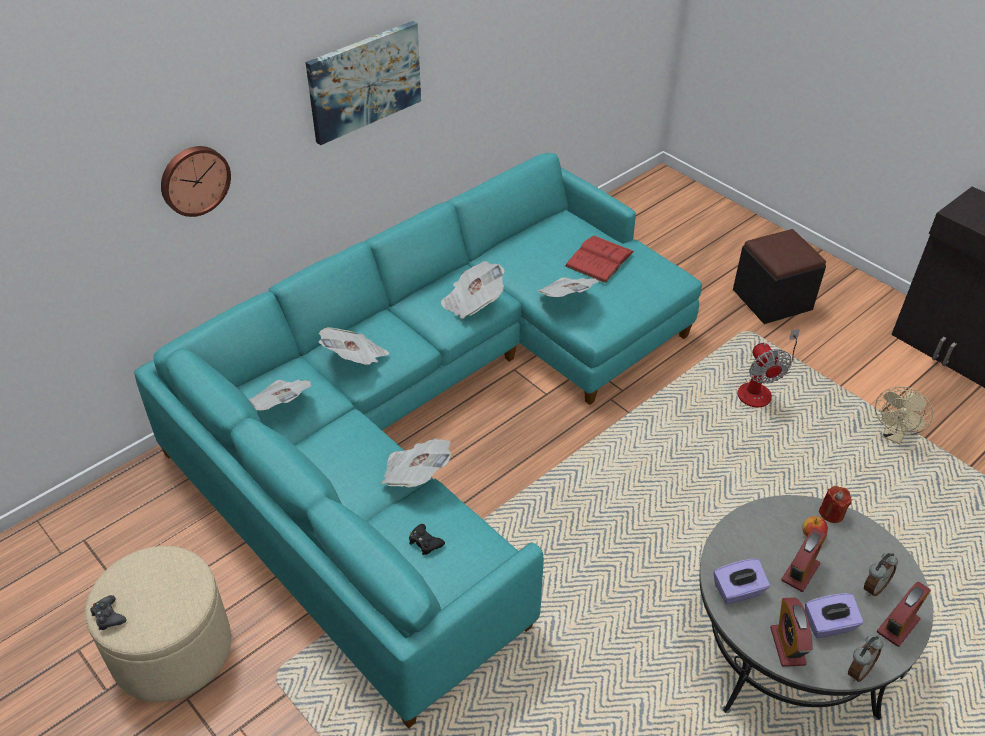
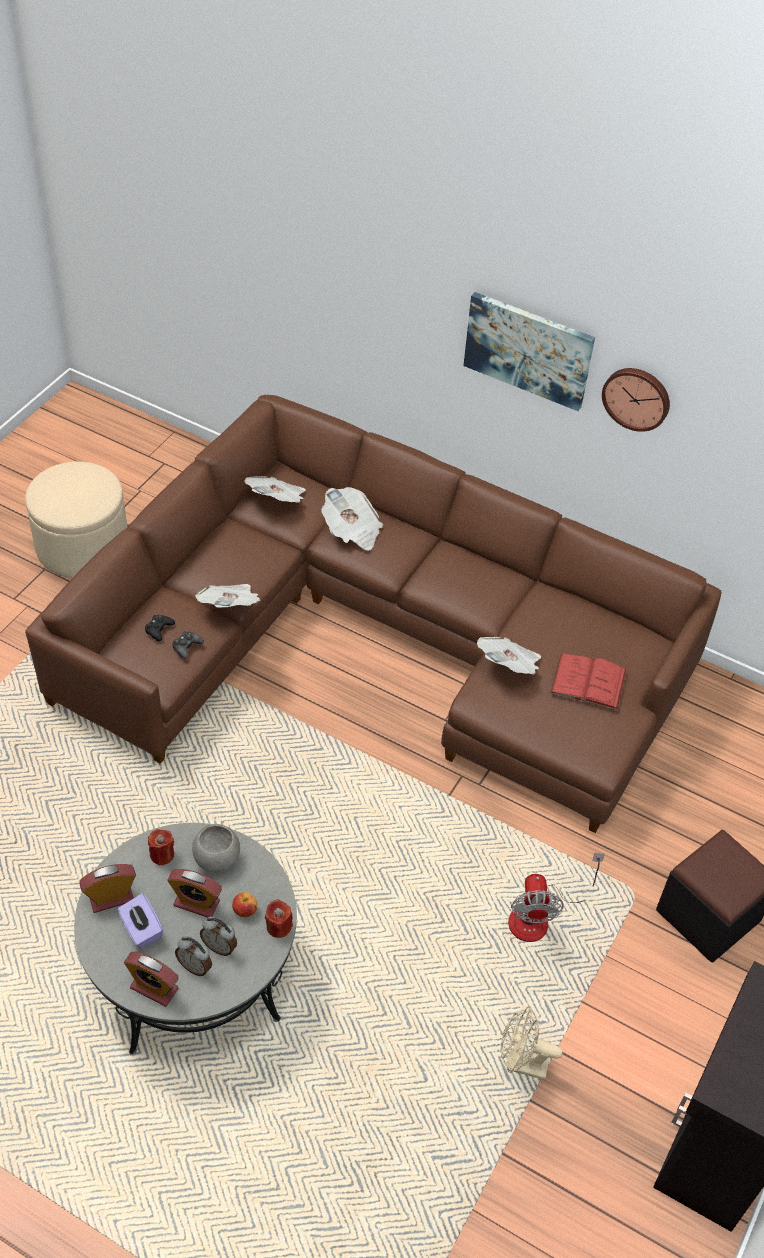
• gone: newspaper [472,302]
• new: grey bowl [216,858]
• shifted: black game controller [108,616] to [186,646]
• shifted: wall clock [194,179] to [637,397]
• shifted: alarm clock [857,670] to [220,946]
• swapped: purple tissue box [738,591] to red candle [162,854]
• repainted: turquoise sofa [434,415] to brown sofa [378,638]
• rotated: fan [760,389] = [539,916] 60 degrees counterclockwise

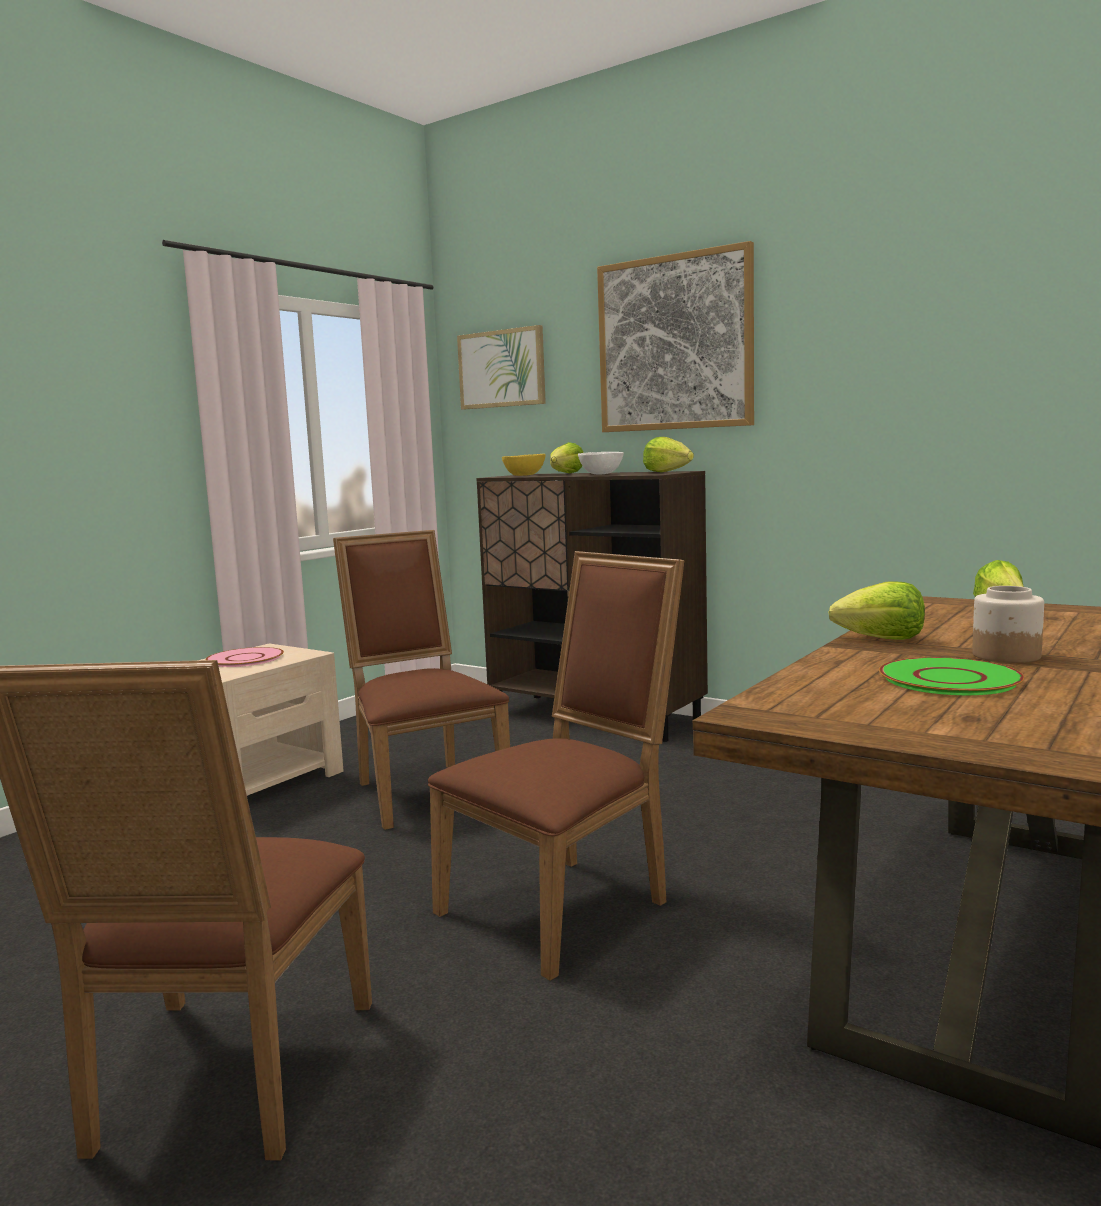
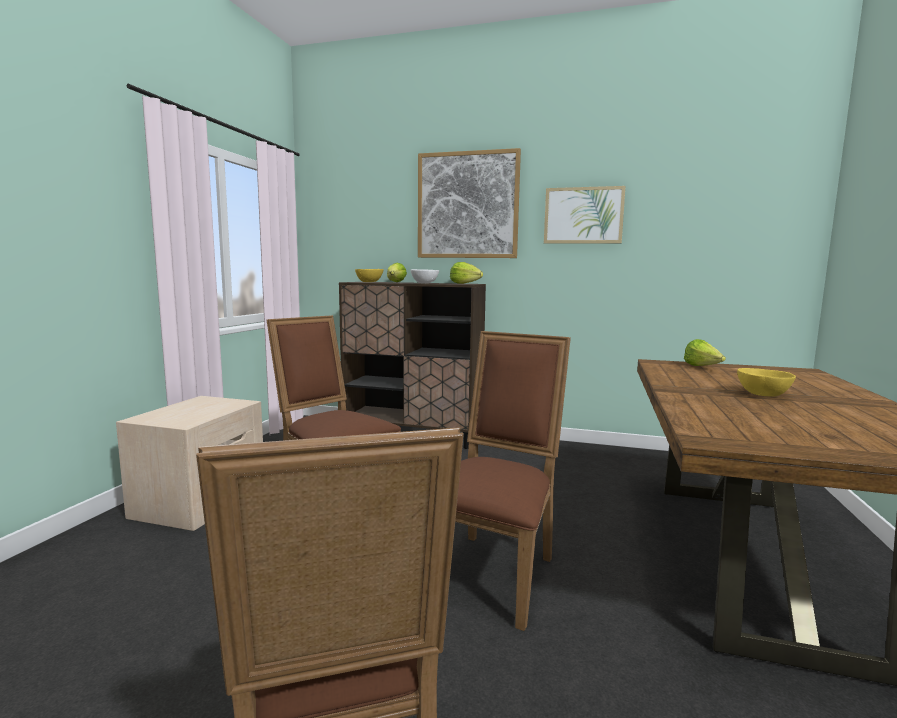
• gone: pink plate [245,659]
• gone: lettuce [881,639]
• gone: green plate [949,679]
• shifted: picture [502,369] to [583,215]
• swapped: jar [1005,655] to yellow bowl [761,394]

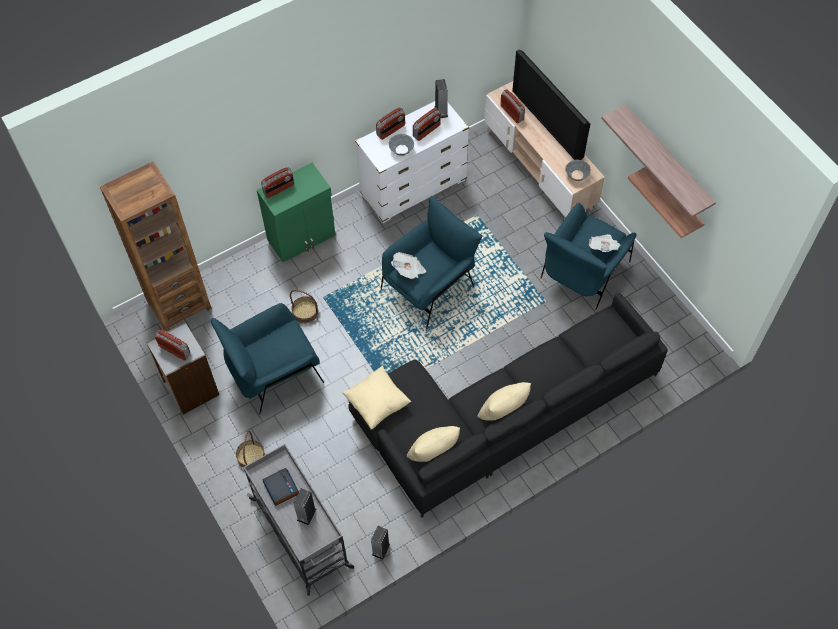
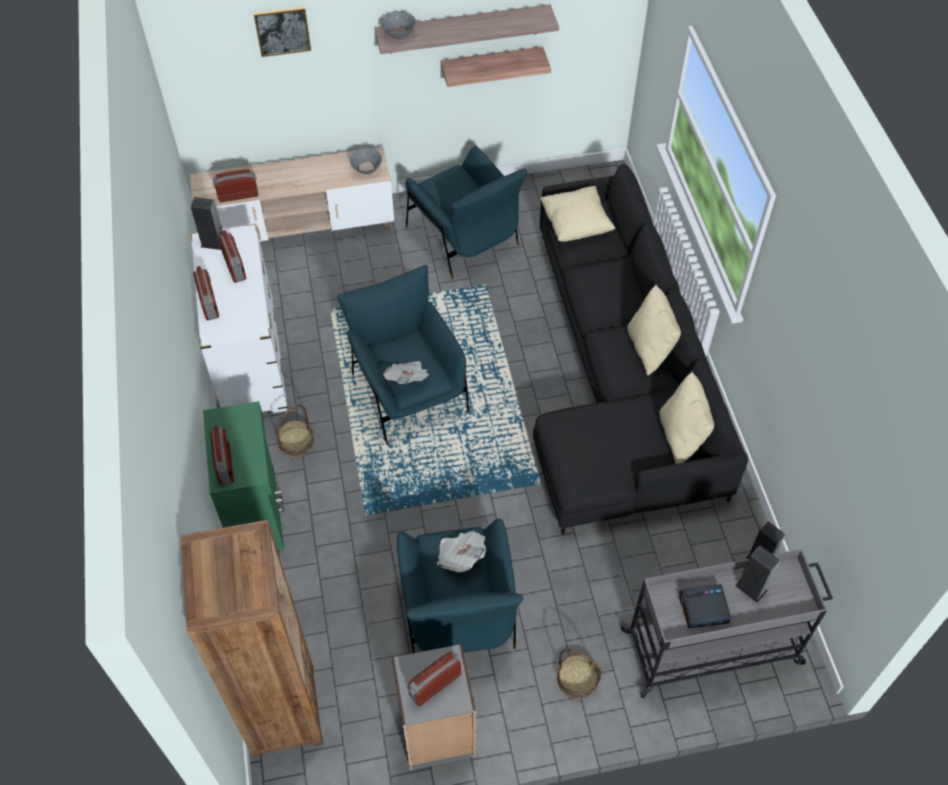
• gone: television [549,123]
• new: picture [282,31]
• shifted: basket [305,312] to [296,441]
• shifted: beige pillow [377,403] to [575,225]
• shifted: grey bowl [401,150] to [398,33]
• shifted: newspaper [603,247] to [460,556]

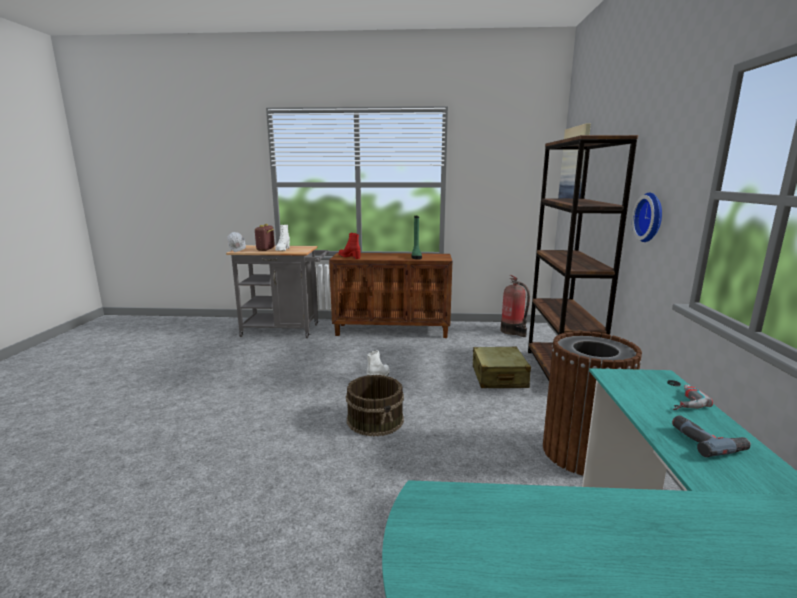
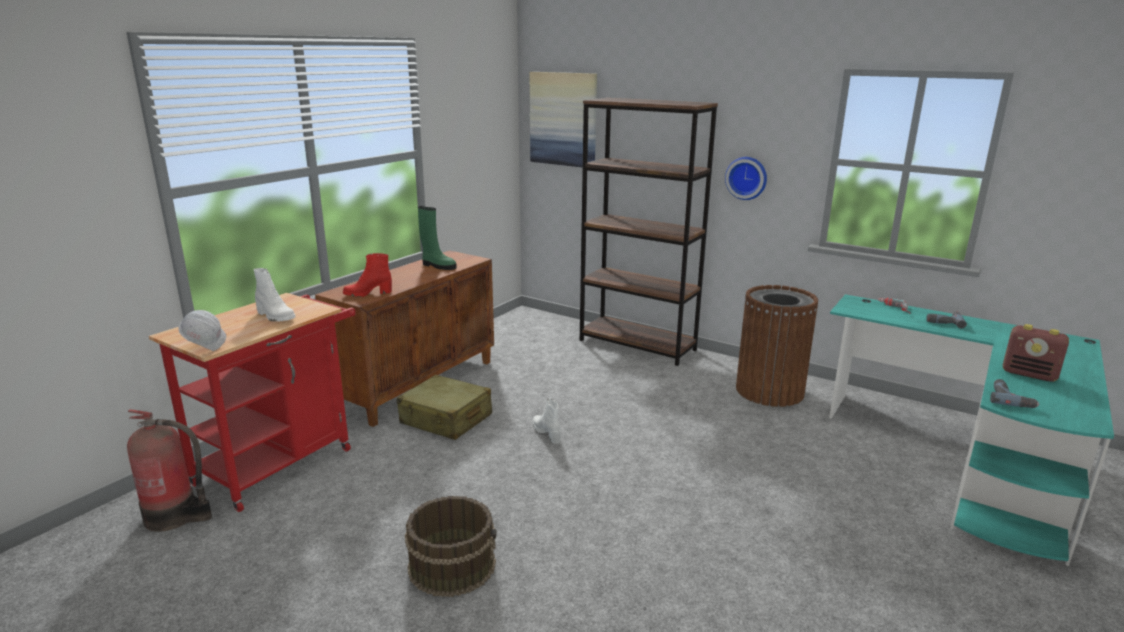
• new: power drill [1010,399]
• shifted: radio [265,249] to [1029,374]
• shifted: brown bucket [376,420] to [452,565]
• shifted: beige suitcase [499,377] to [446,419]
• shifted: fire extinguisher [513,331] to [175,516]
• repainted: grey cart [285,330] to red cart [282,462]

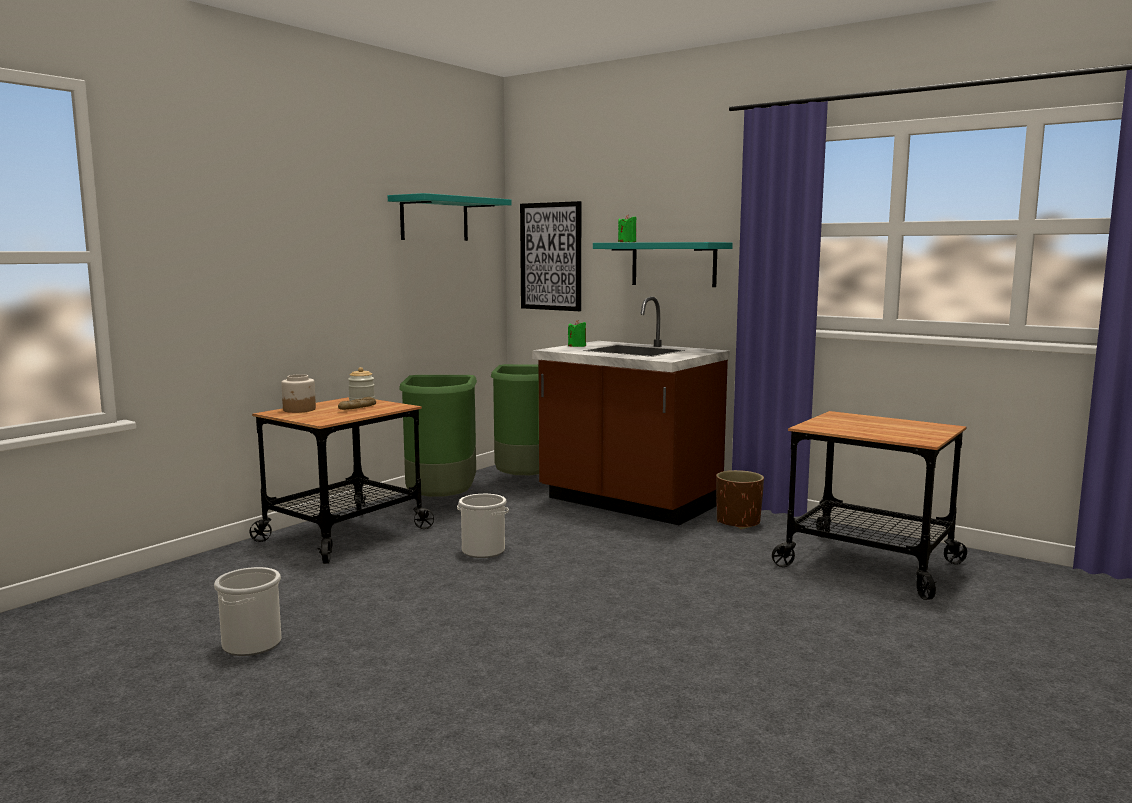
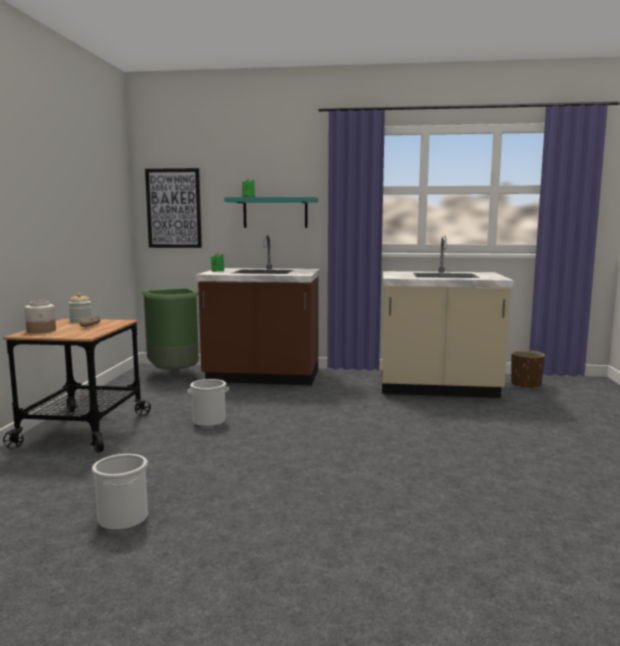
• gone: turquoise shelf [434,219]
• gone: green trash can [441,503]
• shifted: brown planter [737,522] to [525,385]
• swapped: cart [869,564] to beige counter [438,388]

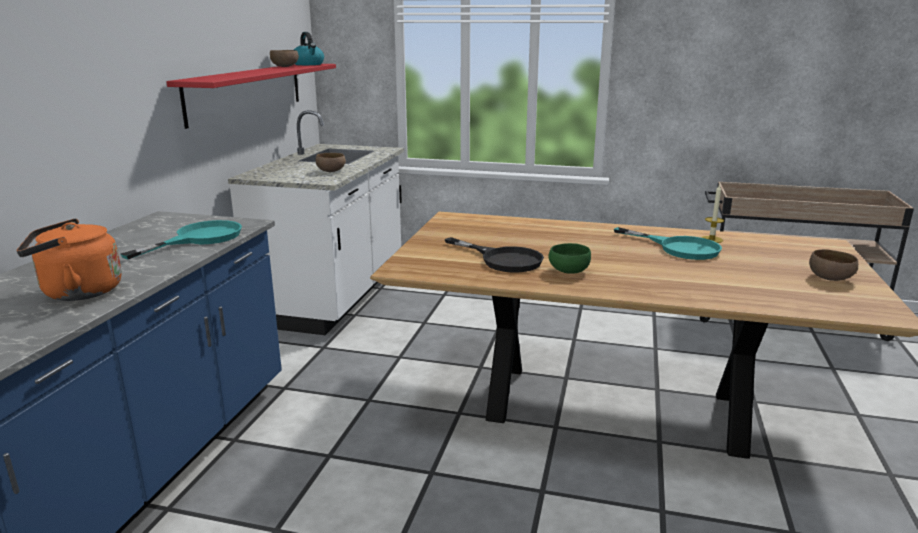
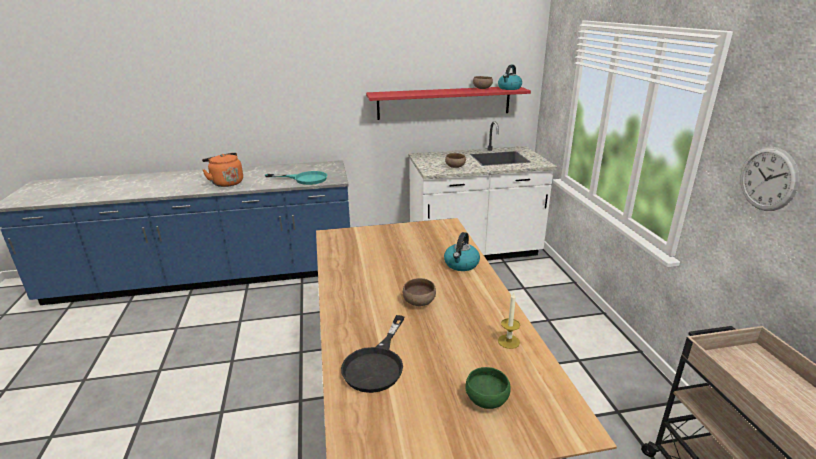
• gone: turquoise frying pan [679,248]
• new: kettle [461,264]
• new: wall clock [768,179]
• shifted: black frying pan [503,259] to [377,364]
• shifted: green bowl [568,271] to [485,399]
• shifted: brown bowl [831,278] to [419,302]

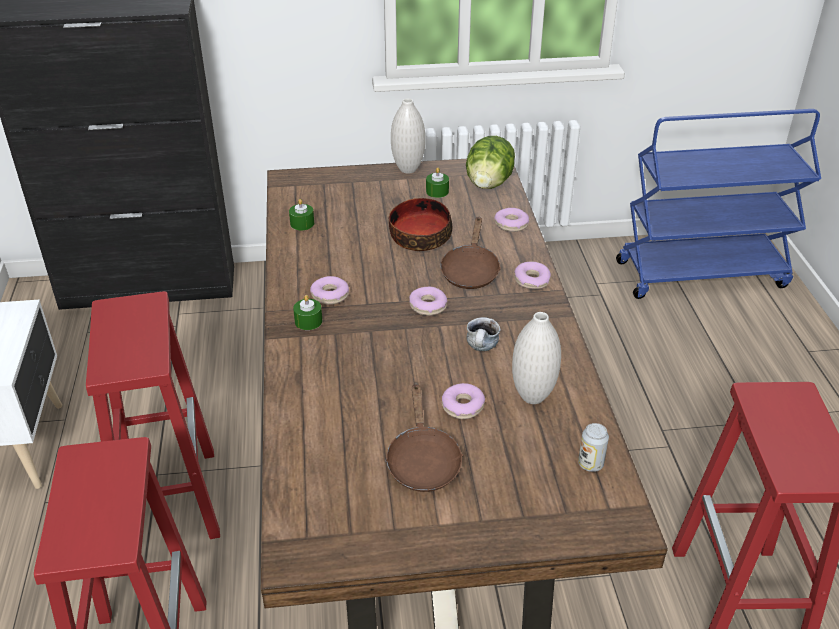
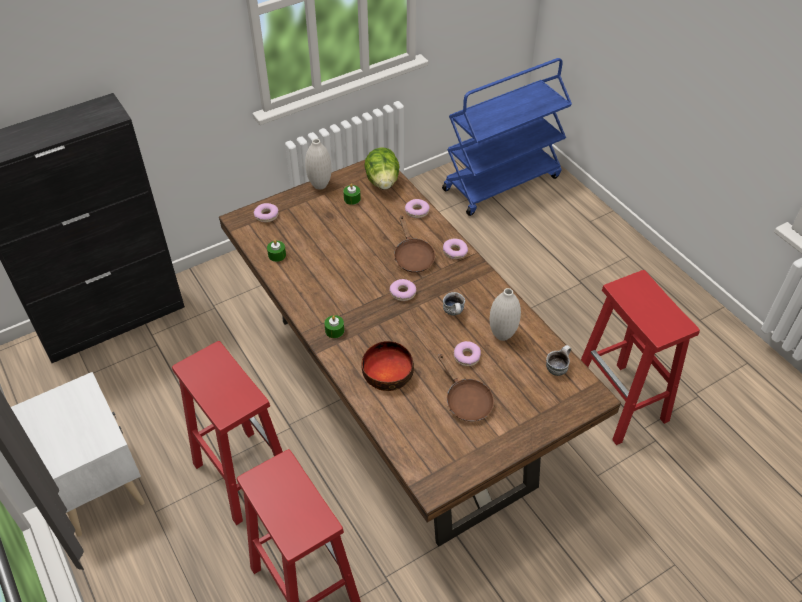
• shifted: donut [330,295] to [266,215]
• shifted: bowl [419,236] to [387,373]
• swapped: can [590,464] to mug [557,367]

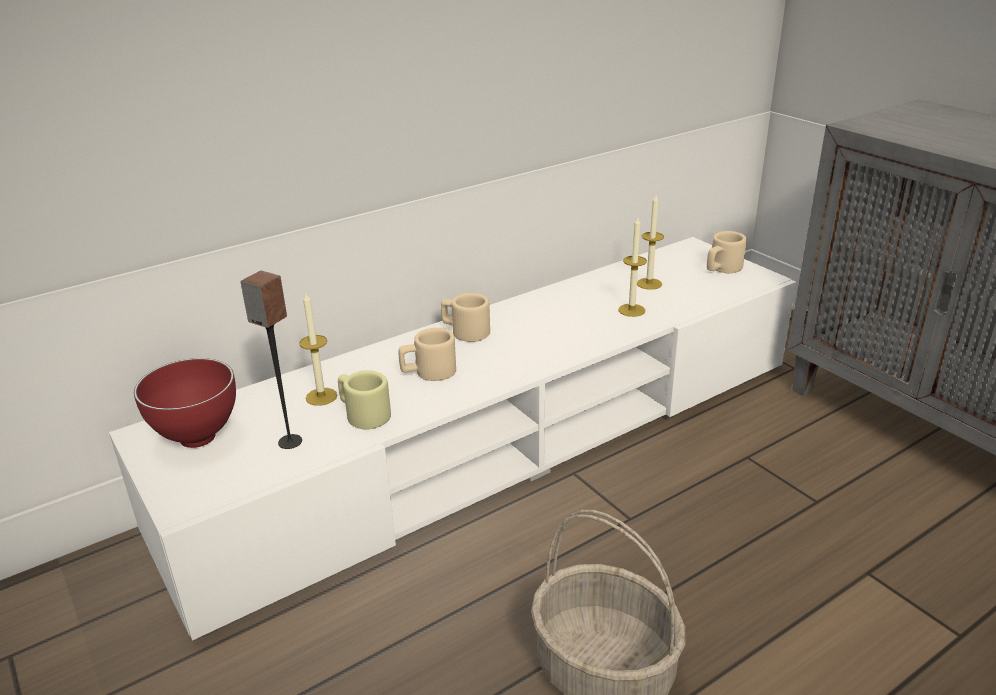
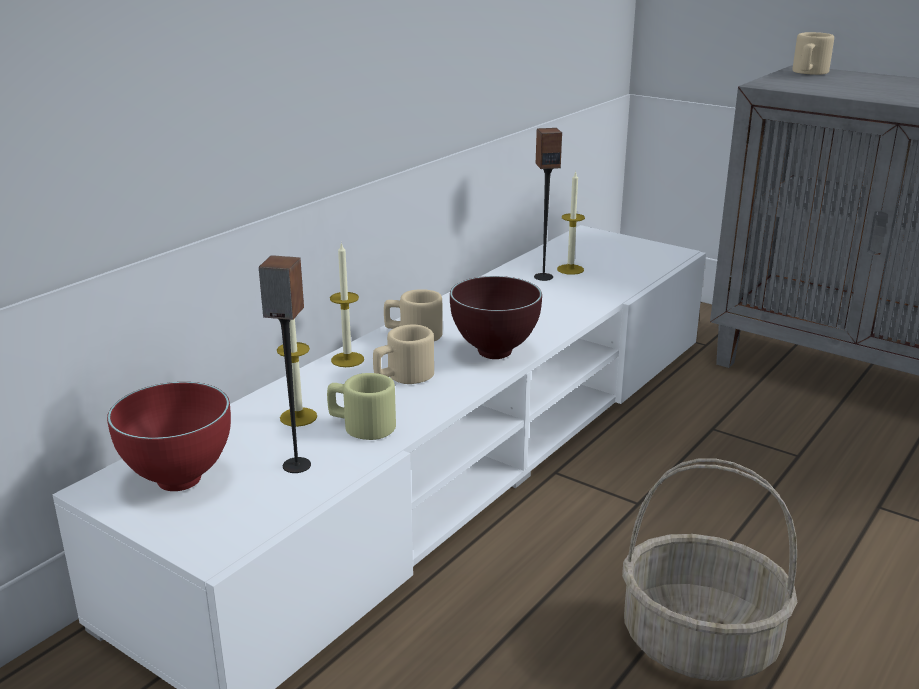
• new: brown bowl [495,354]
• new: speaker [543,277]
• shifted: candle [631,310] to [347,359]
• shifted: beige mug [722,269] to [808,73]

